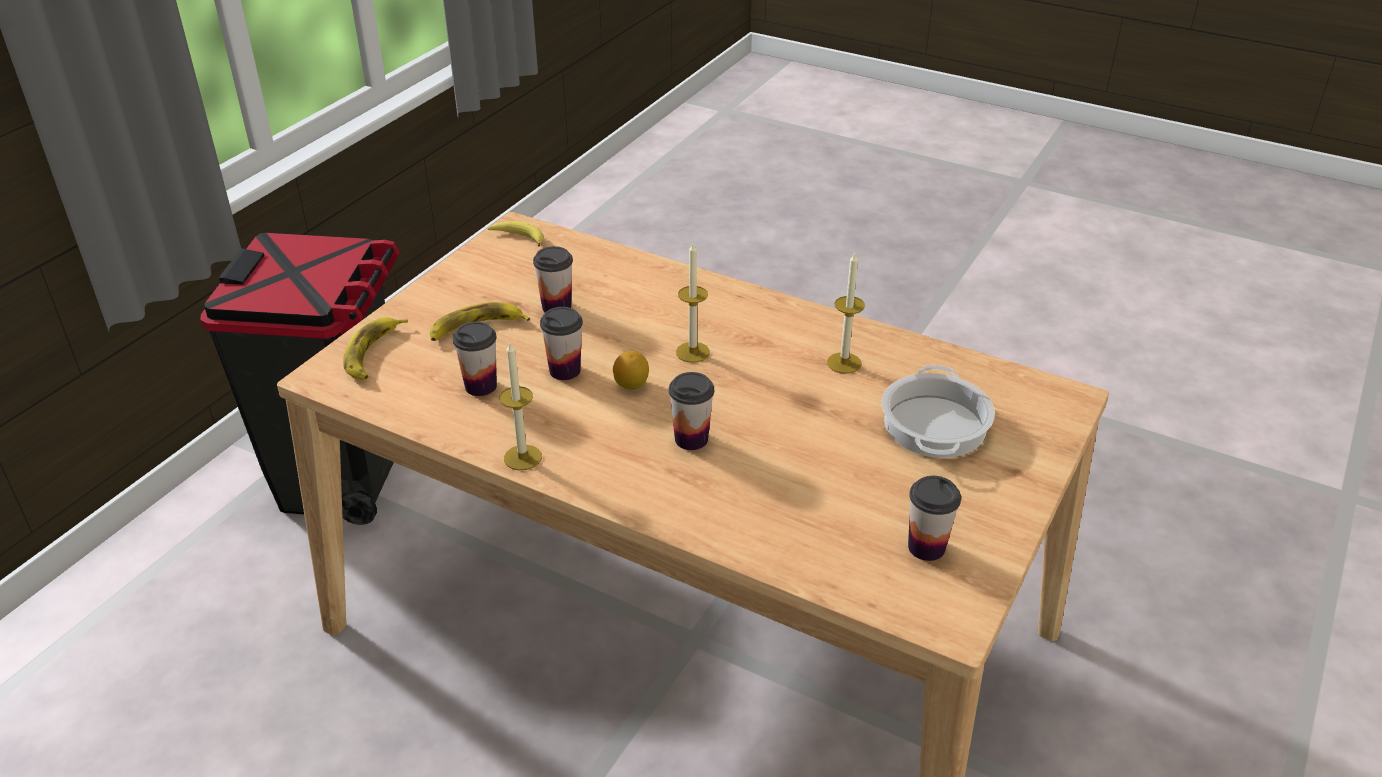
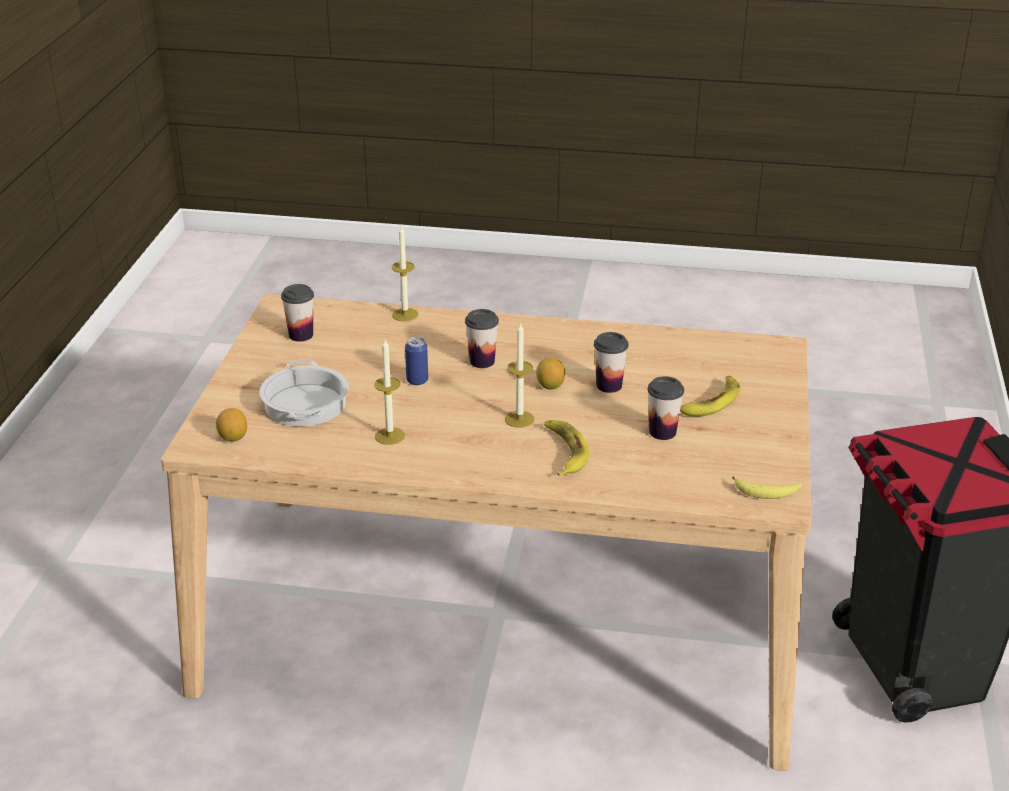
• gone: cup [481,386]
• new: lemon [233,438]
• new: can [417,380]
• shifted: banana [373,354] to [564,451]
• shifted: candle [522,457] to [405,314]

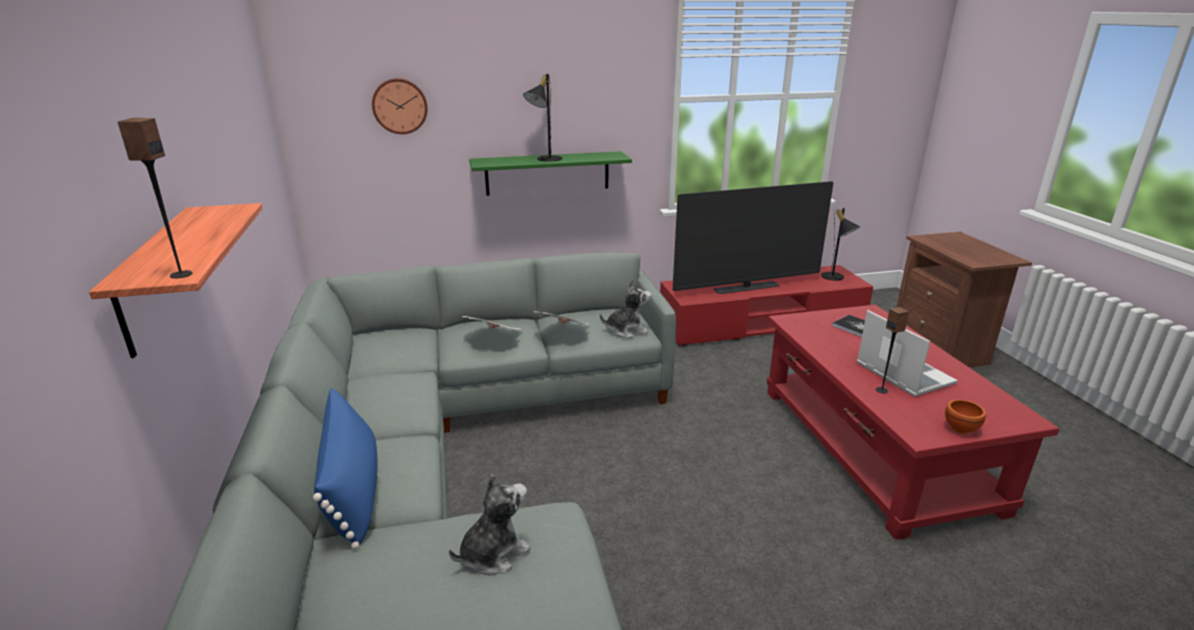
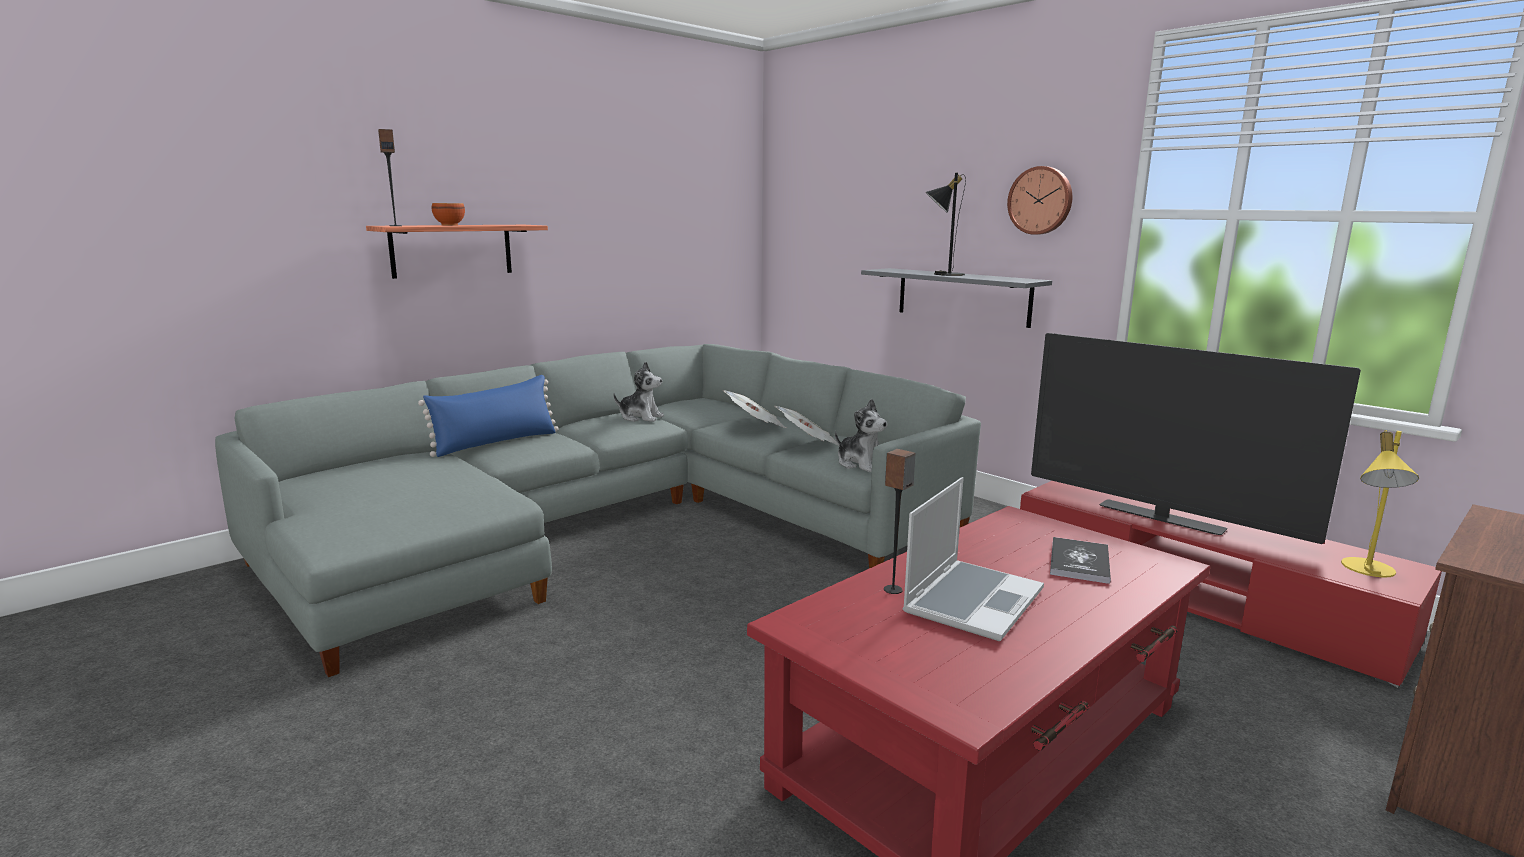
• shifted: wall clock [400,106] to [1041,200]
• shifted: plush toy [493,553] to [640,417]
• shifted: brown bowl [962,429] to [450,225]
• repainted: green shelf [547,173] to grey shelf [962,296]
• repainted: black table lamp [835,278] to yellow table lamp [1367,570]

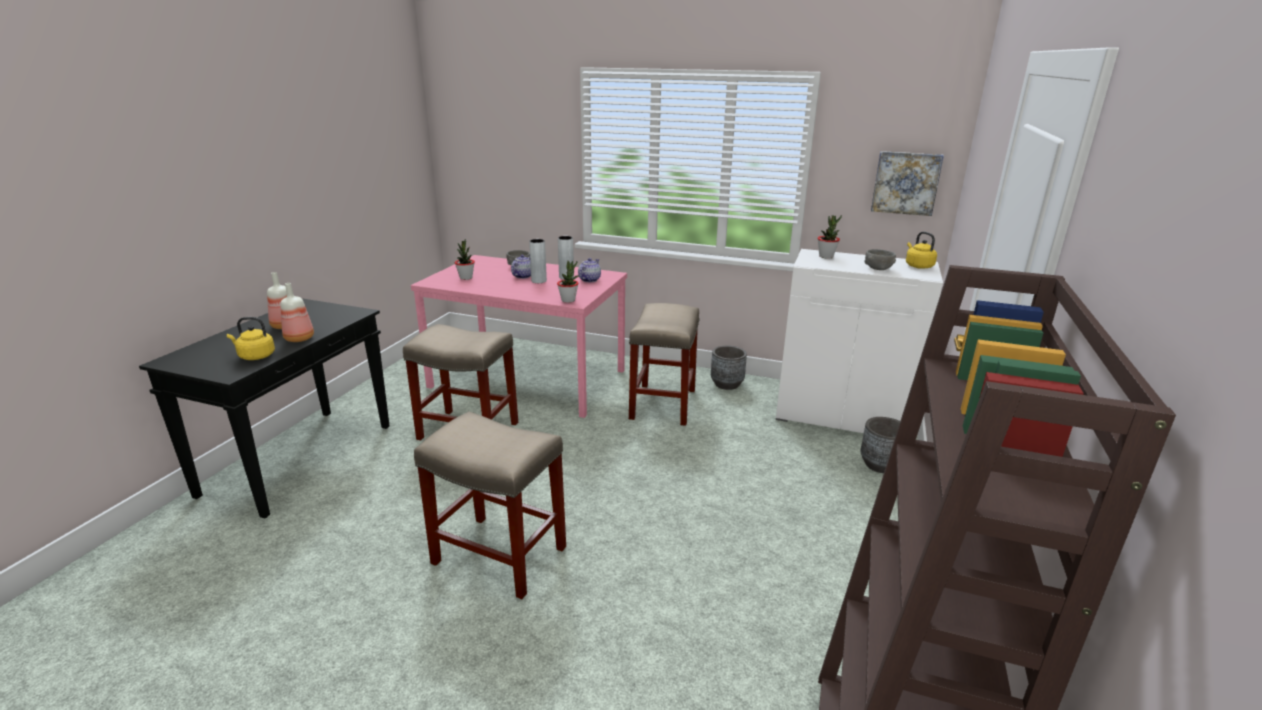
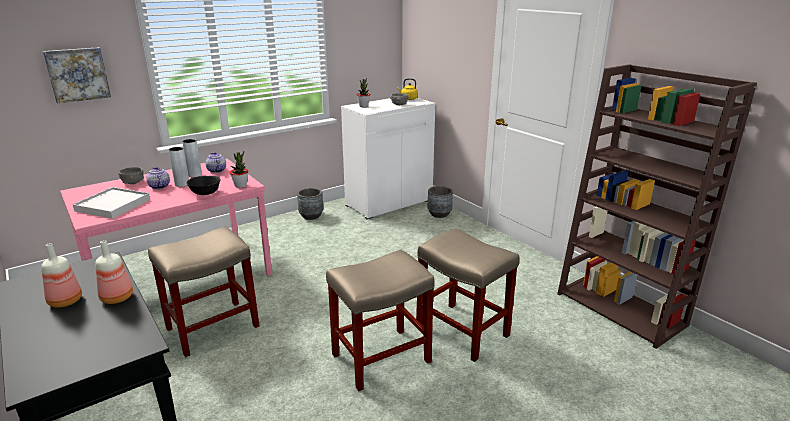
• gone: yellow kettle [255,356]
• new: black bowl [205,193]
• shifted: beige stool [663,405] to [463,331]
• shifted: picture [905,183] to [77,74]
• swapped: potted plant [466,278] to white tray [113,205]

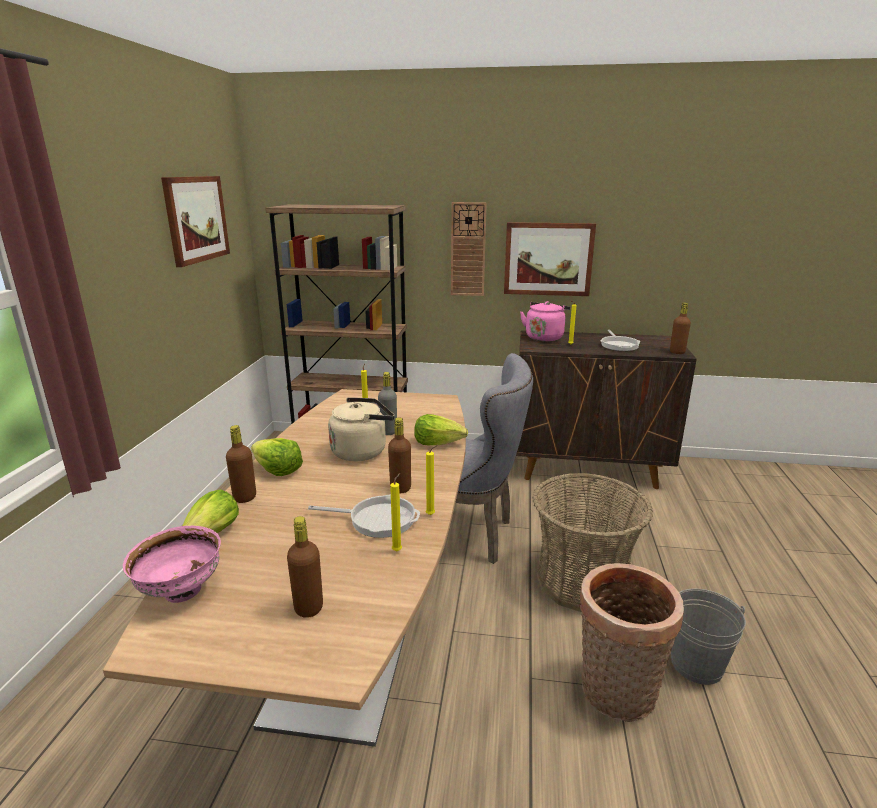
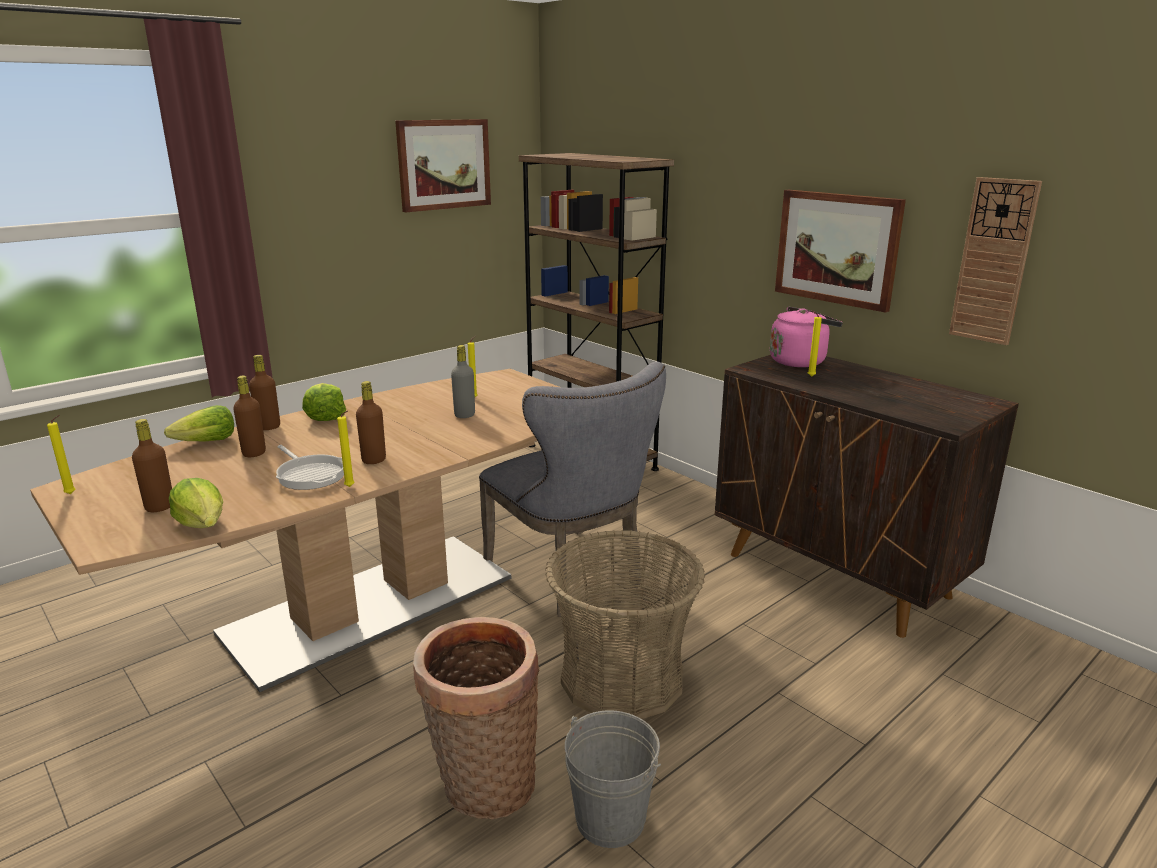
• gone: pink bowl [181,592]
• gone: beige kettle [362,451]
• gone: frying pan [619,345]
• shifted: yellow candle [398,550] to [72,494]
• shifted: lettuce [438,443] to [203,524]
• shifted: wall clock [468,249] to [993,261]
• shifted: brown bottle [677,352] to [254,453]

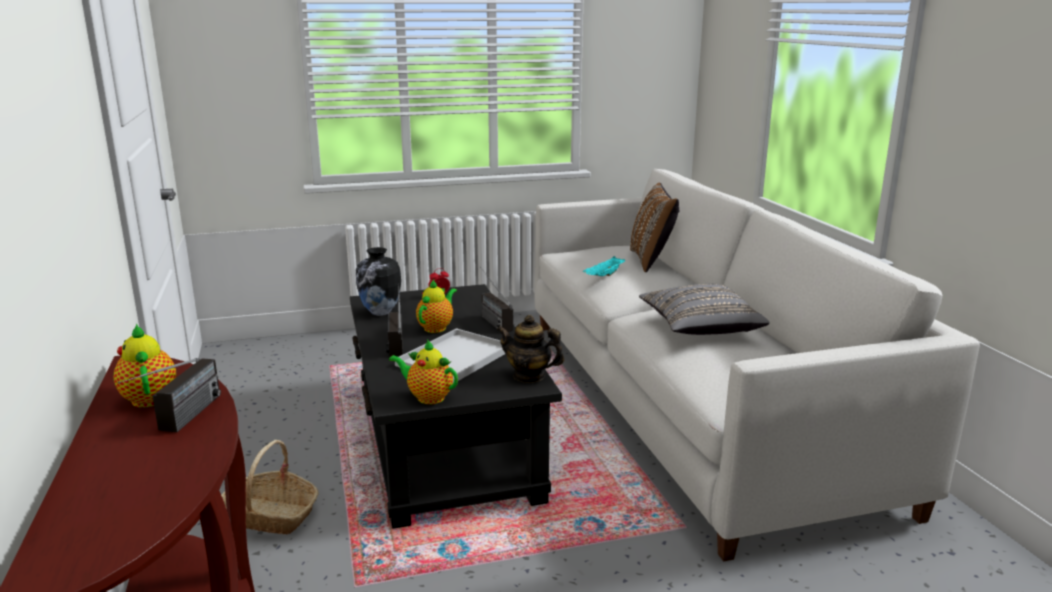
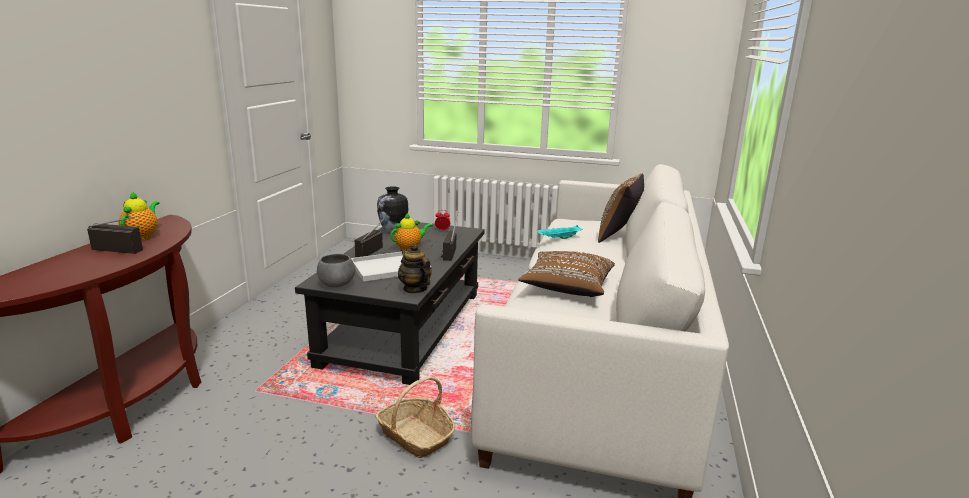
• shifted: basket [270,516] to [416,436]
• swapped: teapot [427,397] to grey bowl [337,285]
• repainted: grey pillow [699,328] to brown pillow [567,287]
• rotated: radio [180,422] = [130,250] 120 degrees counterclockwise

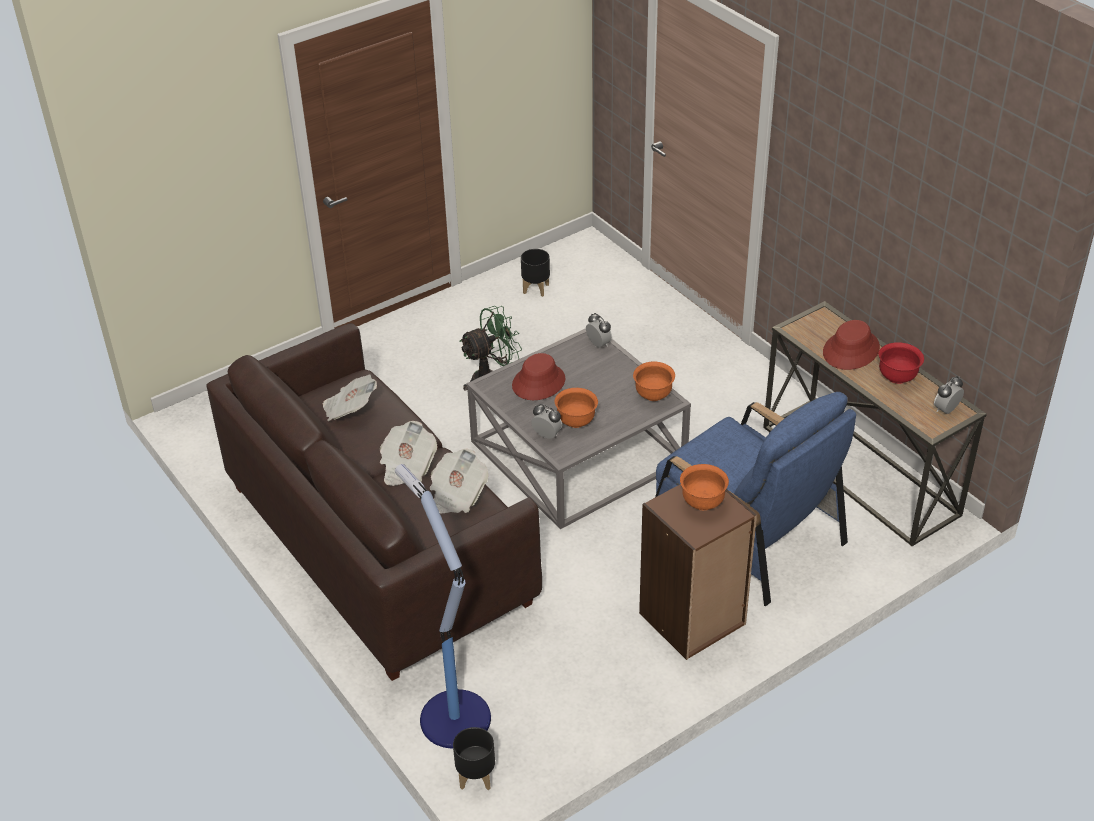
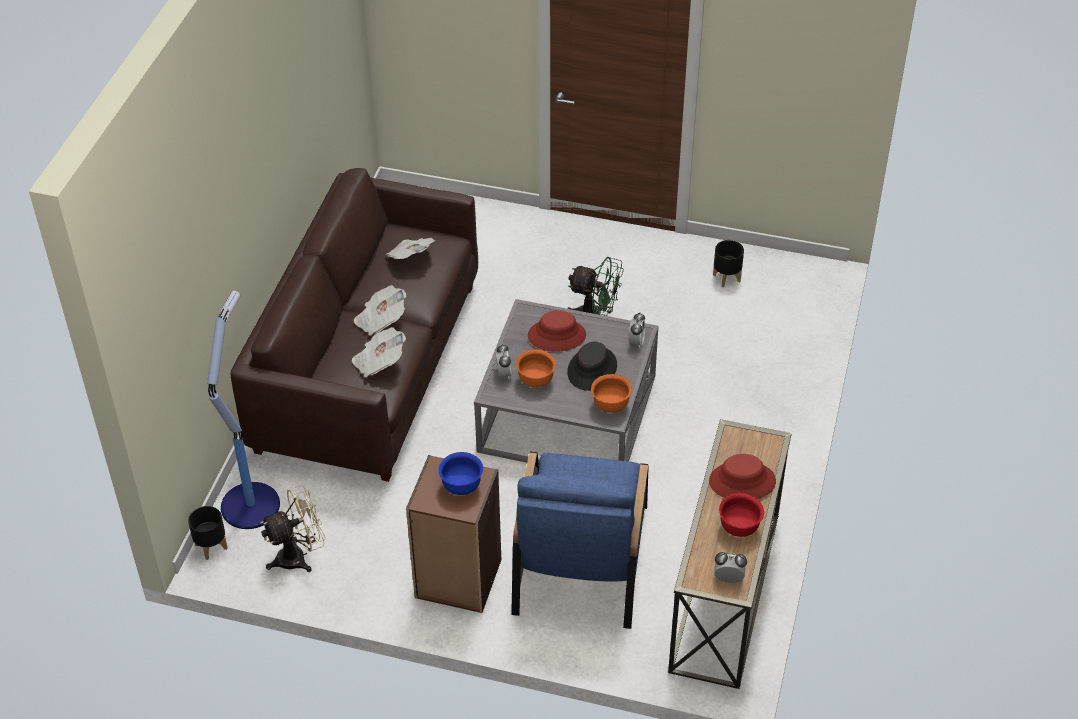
• new: beige fan [299,556]
• new: black hat [592,369]
• repainted: orange bowl [703,502] to blue bowl [461,486]

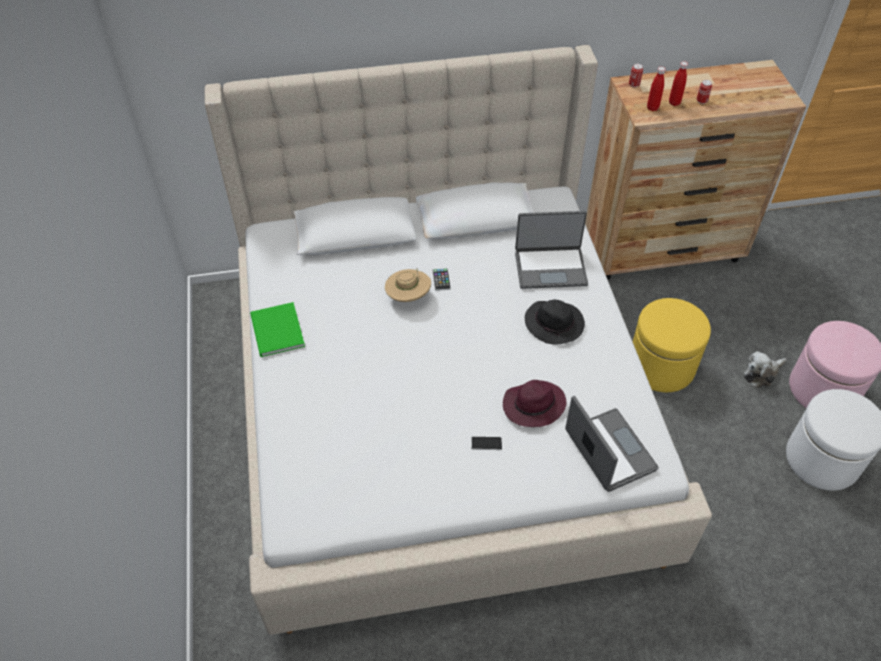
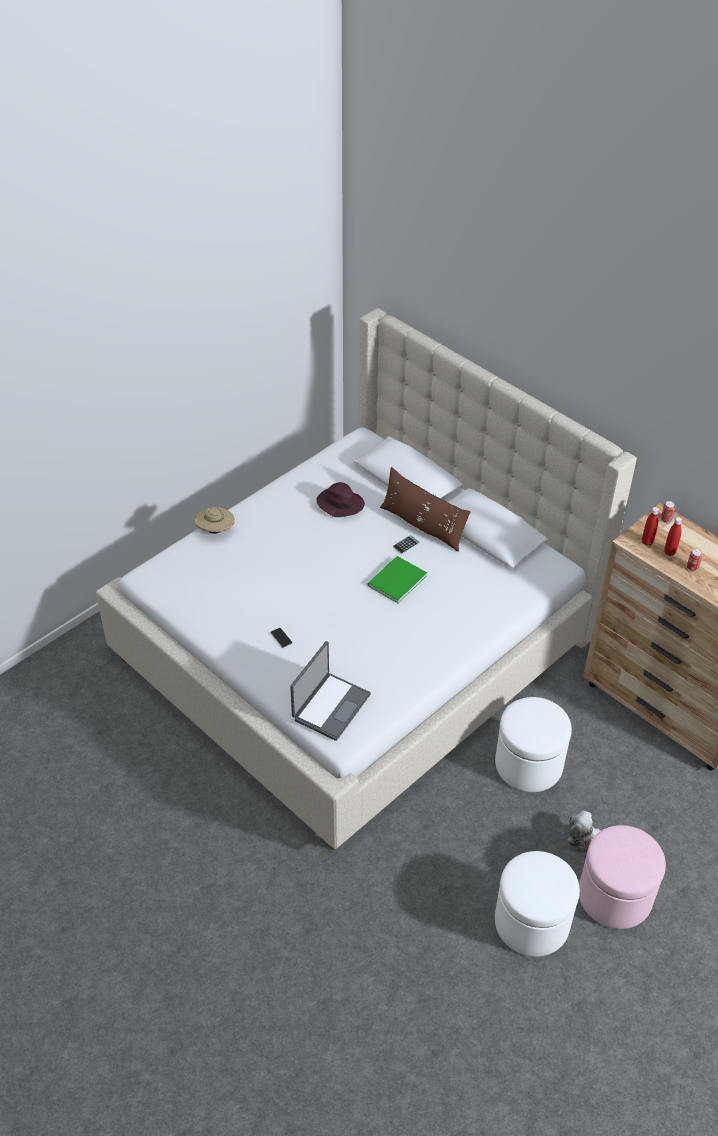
• gone: laptop [550,267]
• gone: black hat [555,324]
• new: brown pillow [422,525]
• shifted: green book [276,332] to [395,581]
• shifted: beige hat [408,296] to [215,530]
• shifted: purple hat [533,406] to [339,504]
• repainted: yellow ottoman [661,366] to white ottoman [528,764]

